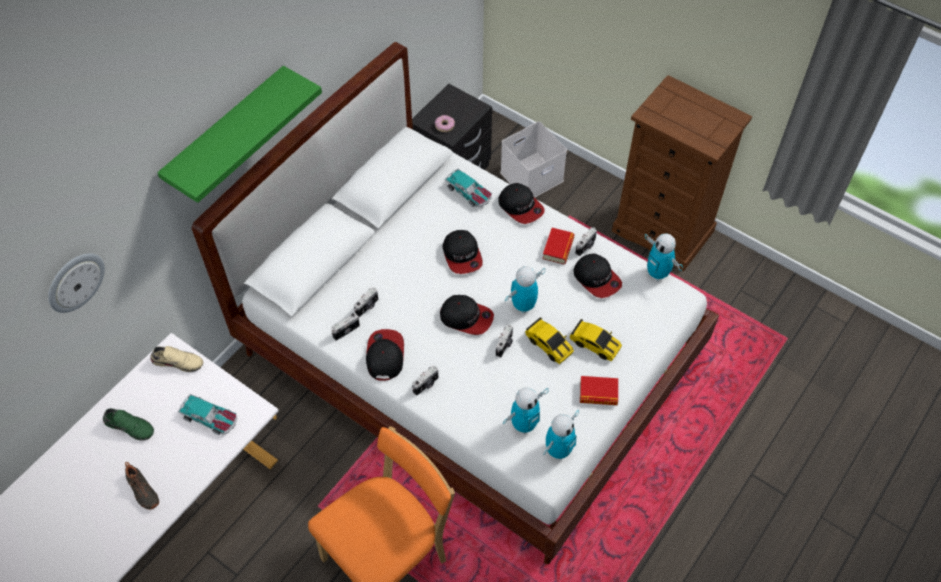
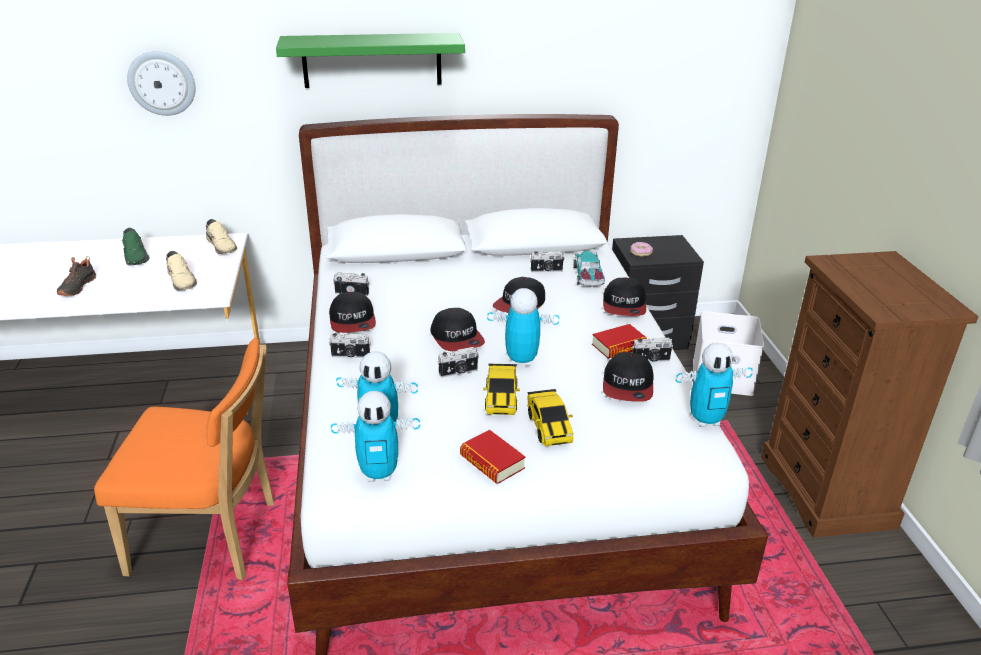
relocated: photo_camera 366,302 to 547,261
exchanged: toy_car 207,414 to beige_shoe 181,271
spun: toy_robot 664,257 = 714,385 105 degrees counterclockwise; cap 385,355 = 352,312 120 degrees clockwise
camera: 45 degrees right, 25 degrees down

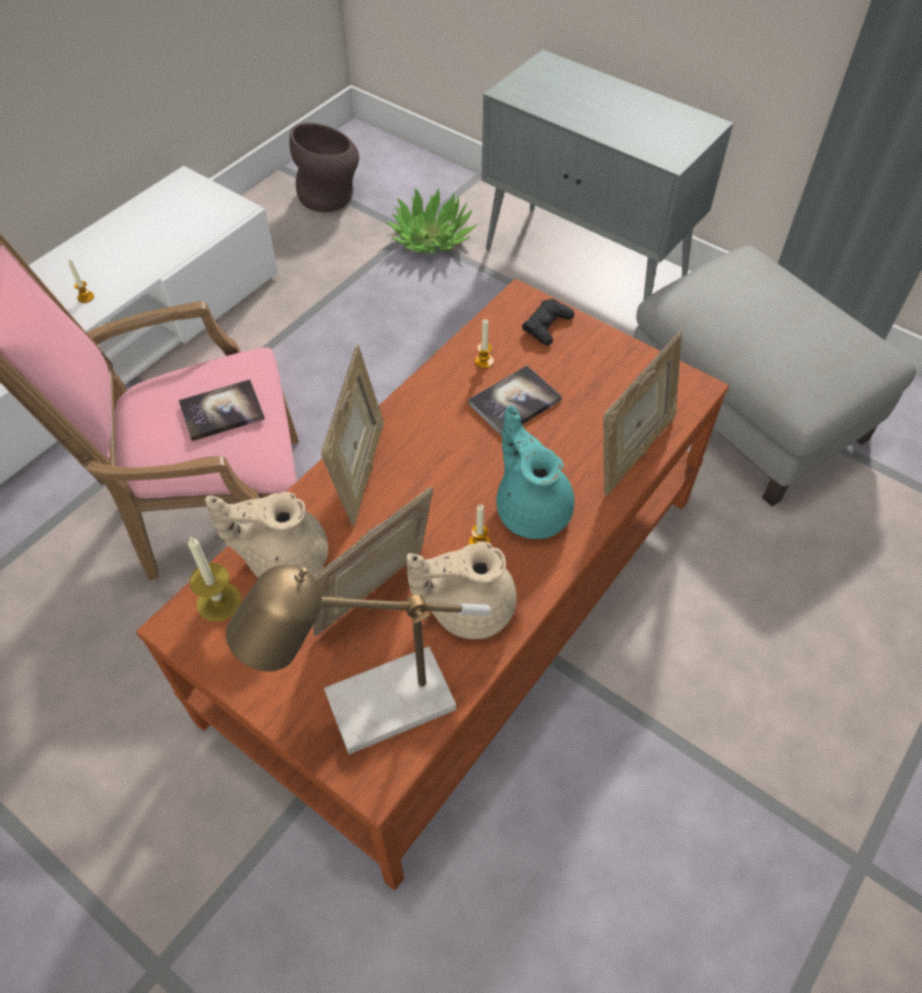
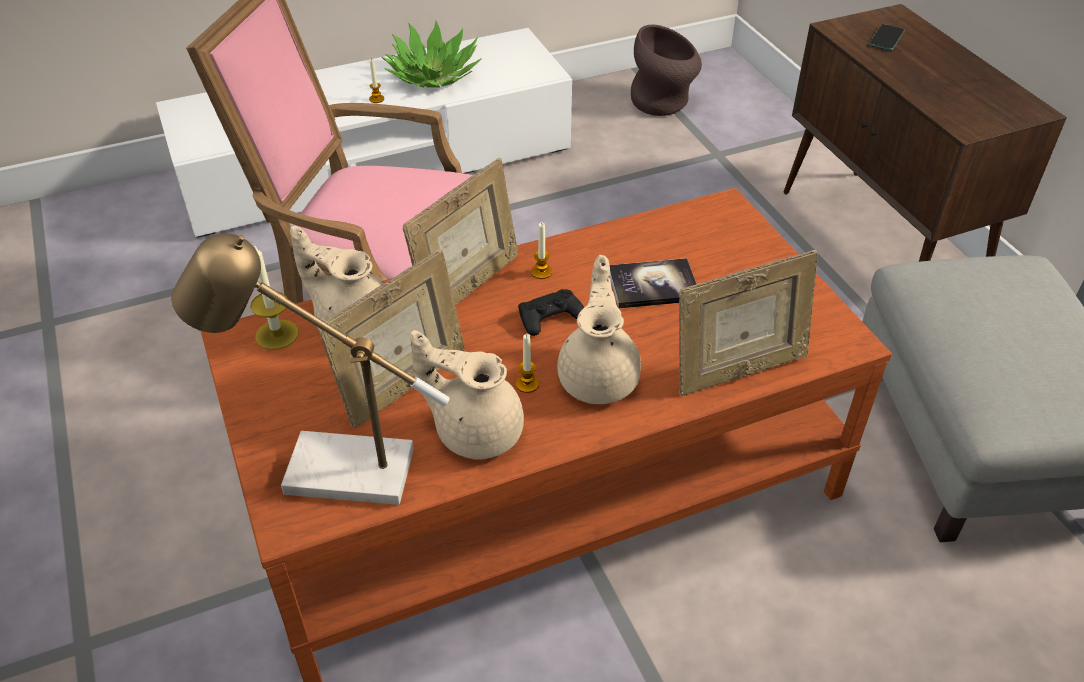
missing: book 221,410
appeared: phone 887,37
relocated: potted_plant 431,220 to 431,54; black_game_controller 548,322 to 551,312; candle 484,344 to 541,251
colour: grey_cabinet 607,175 to brown_cabinet 925,133; turquoise_teapot 535,472 to beige_teapot 599,329
spun: picture_frame 373,562 = 391,338 150 degrees clockwise
camera: 30 degrees right, 10 degrees down

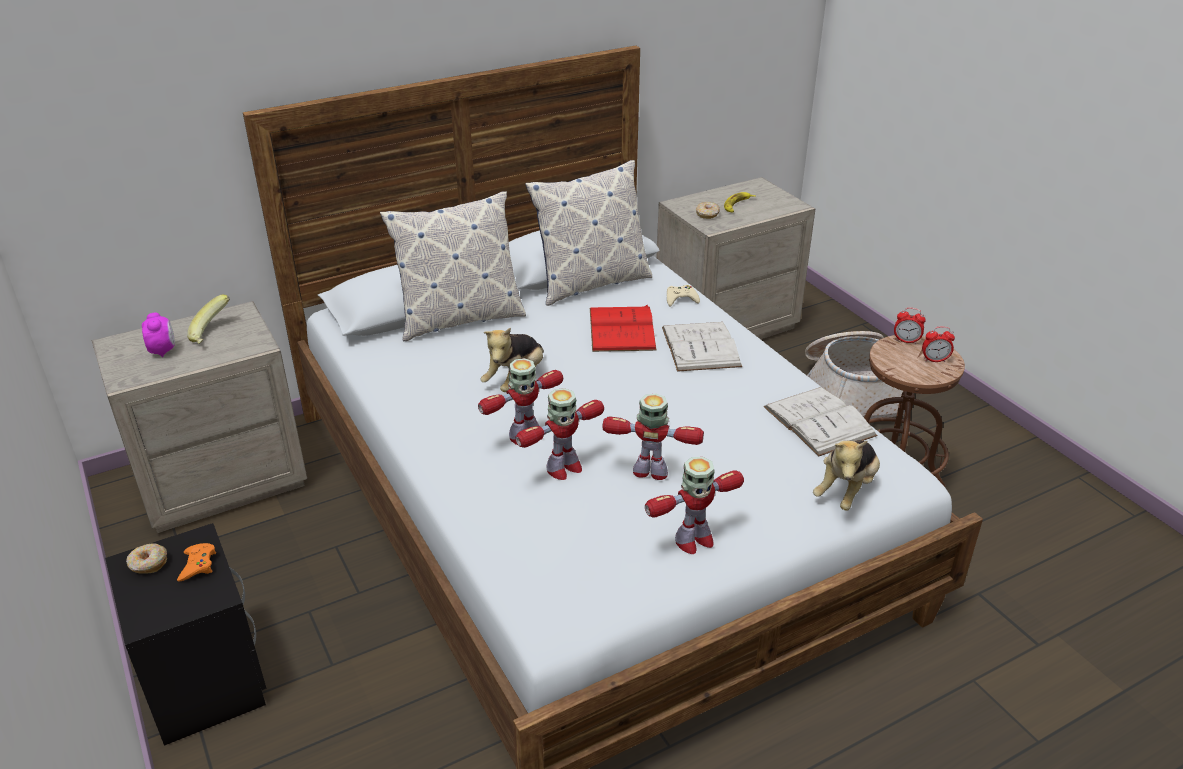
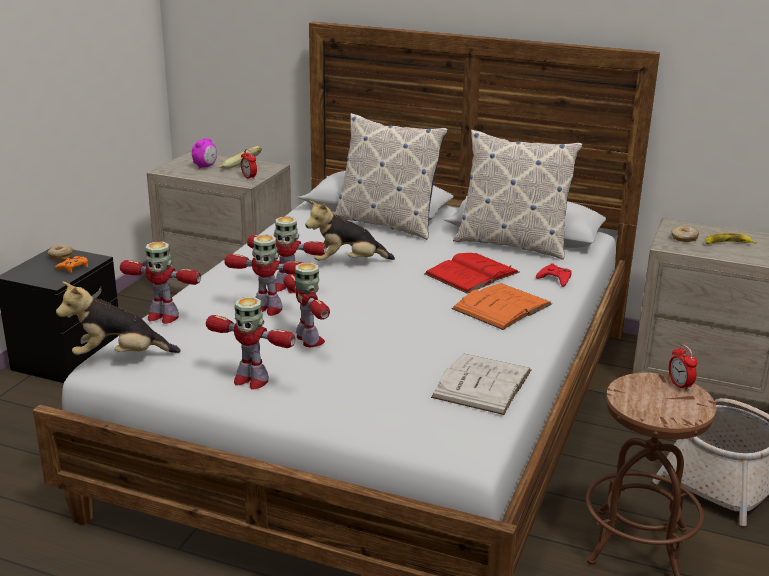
appeared: toy_robot 160,283
relocated: alarm_clock 938,344 to 249,164; plush_toy 846,475 to 118,318
colour: beige_game_controller 683,296 to red_game_controller 554,275; white_book 702,347 to orange_book 502,306
camera: 50 degrees right, 10 degrees down

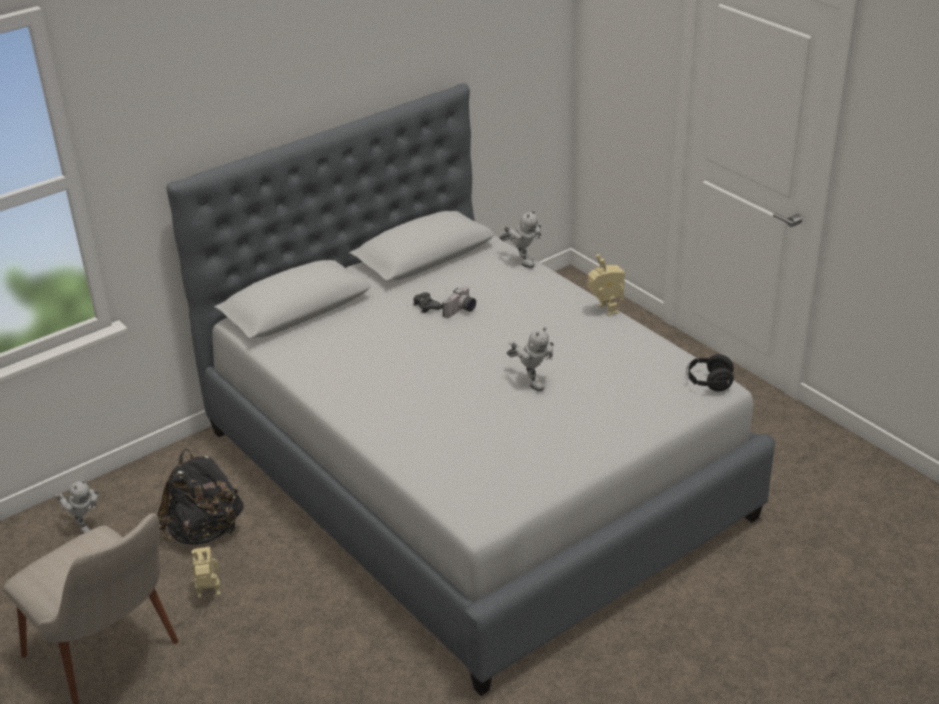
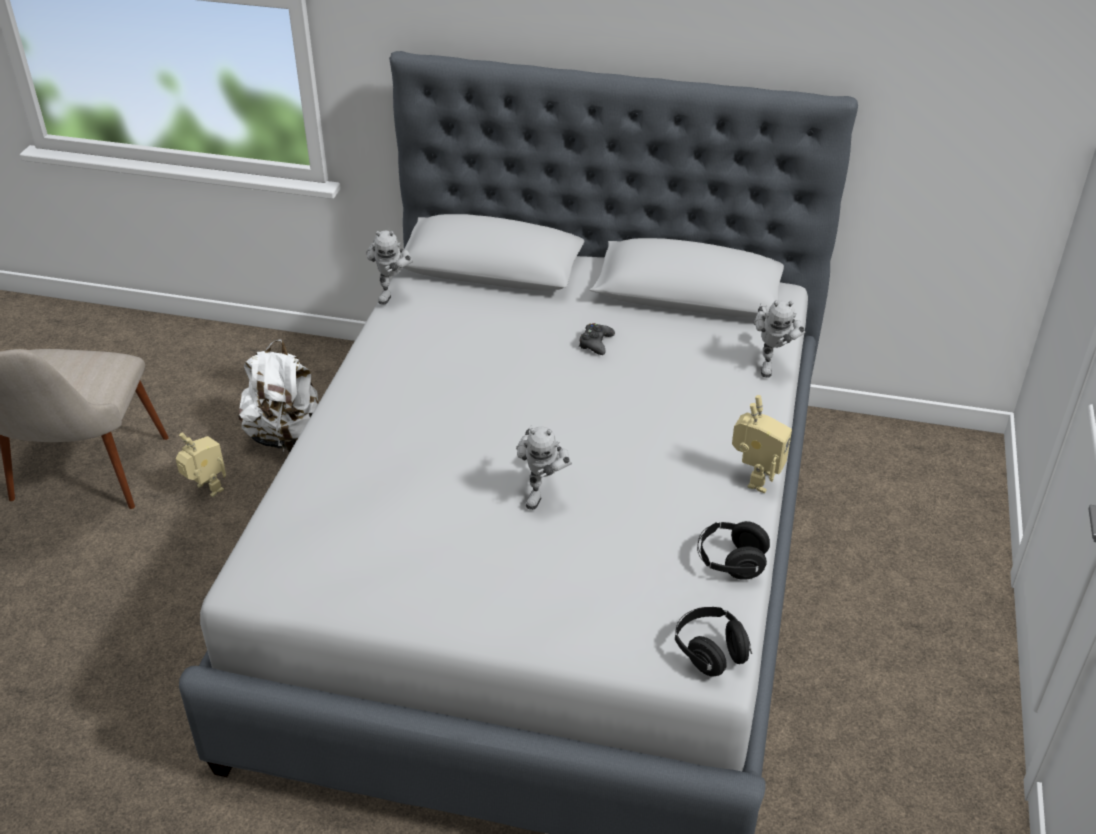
missing: photo_camera 459,302
appeared: black_headphones 733,550
relocated: toy_robot 77,506 to 389,267
colour: black_backpack 200,497 to white_backpack 278,396
camera: 50 degrees right, 5 degrees up

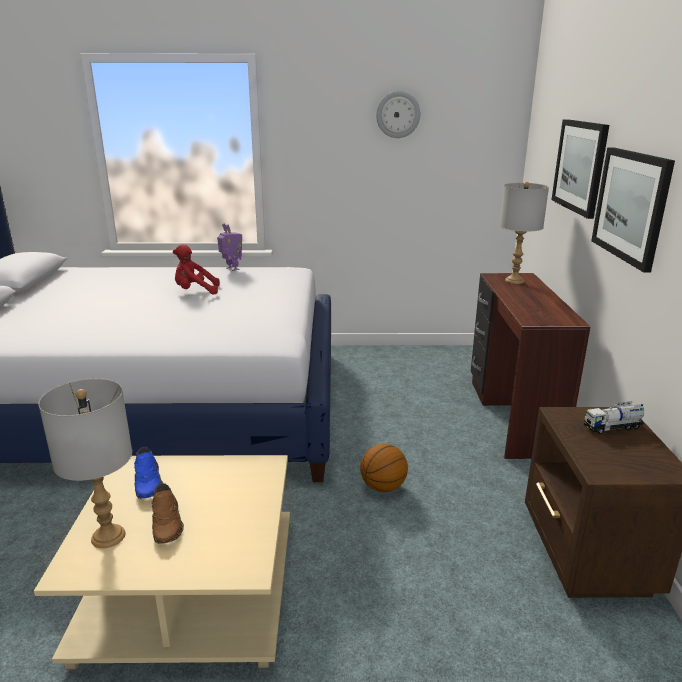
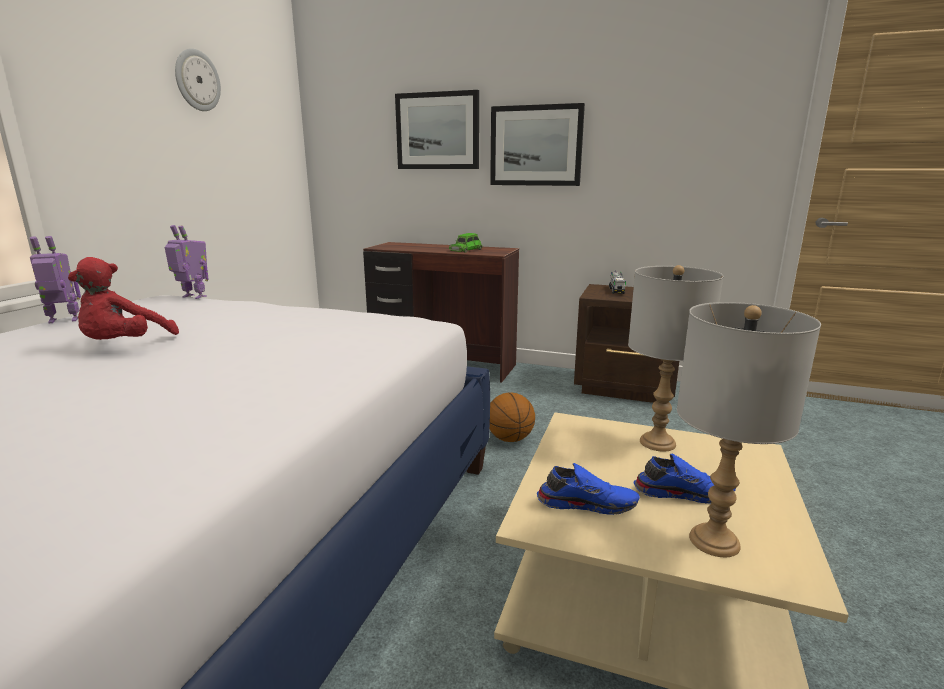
appeared: toy_robot 186,262; green_toy_car 465,243
relocated: grey_table_lamp 524,233 to 676,358
colour: brown_shoe 167,513 to blue_shoe 685,479
camera: 70 degrees left, 5 degrees down

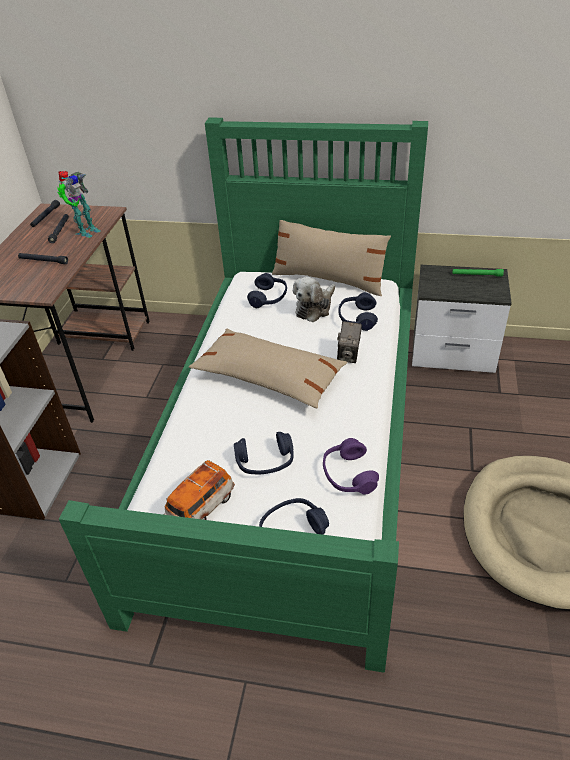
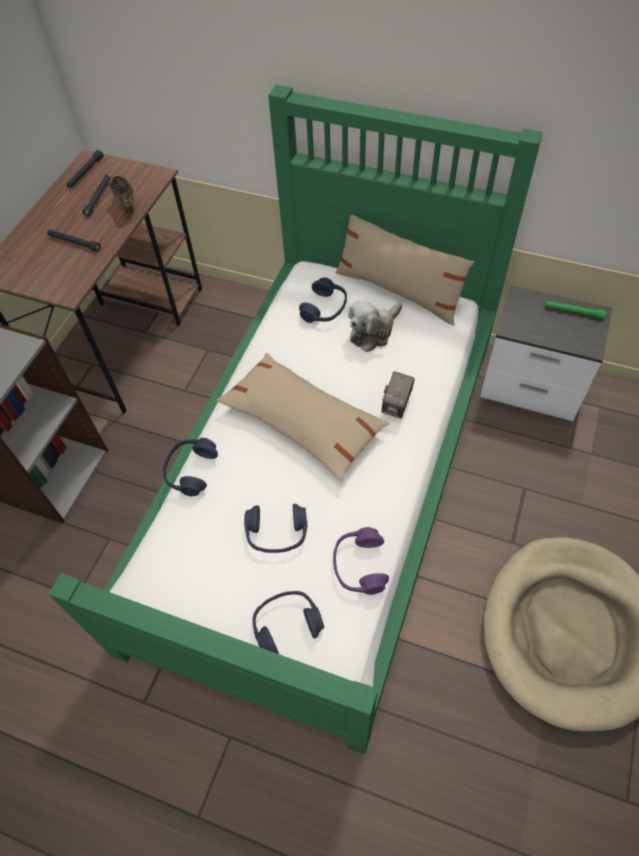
missing: toy_car 199,490
relocated: blue_headphones 358,311 to 190,467
exchanged: toy_robot 79,204 to brown_shoe 121,195
camera: 10 degrees right, 15 degrees up

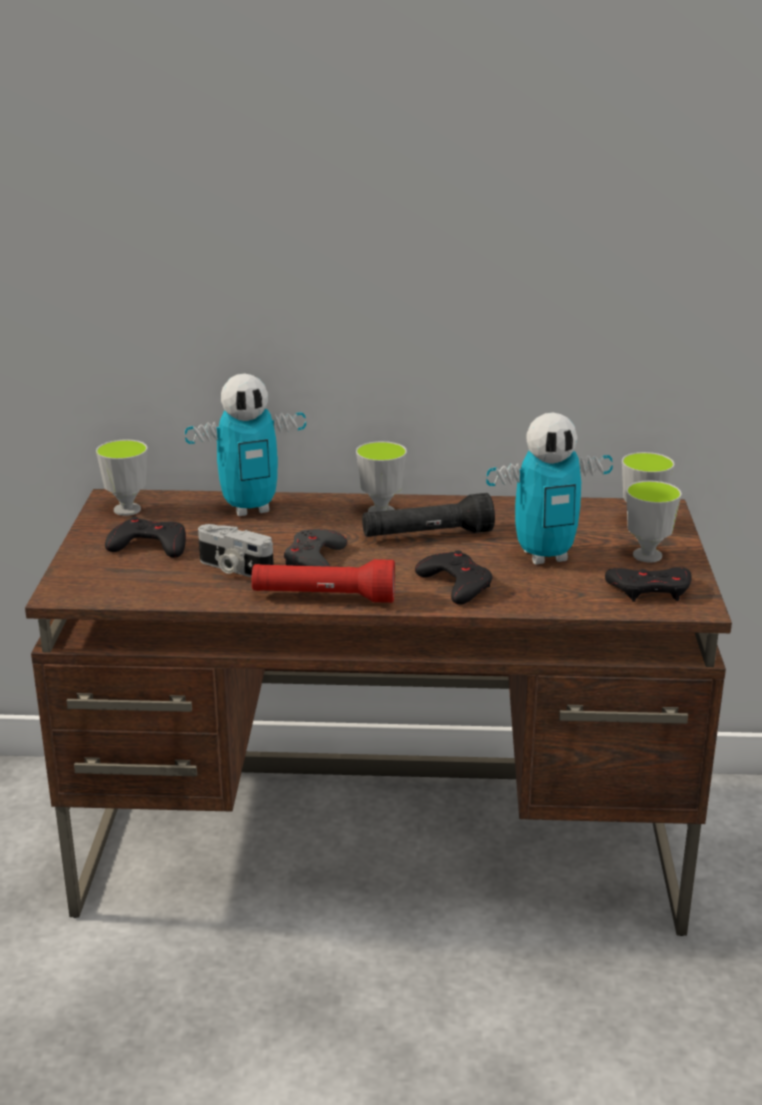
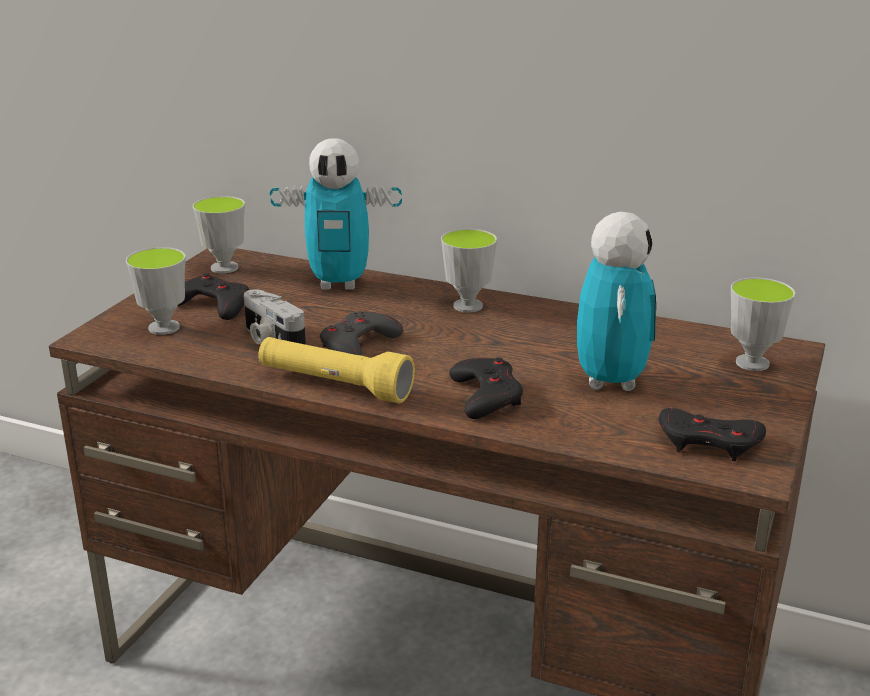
missing: black_flashlight 428,515
relocated: cup 654,521 to 156,291
colour: red_flashlight 323,581 to yellow_flashlight 336,370
spun: toy_robot 549,488 = 617,301 90 degrees counterclockwise
camera: 20 degrees right, 0 degrees up

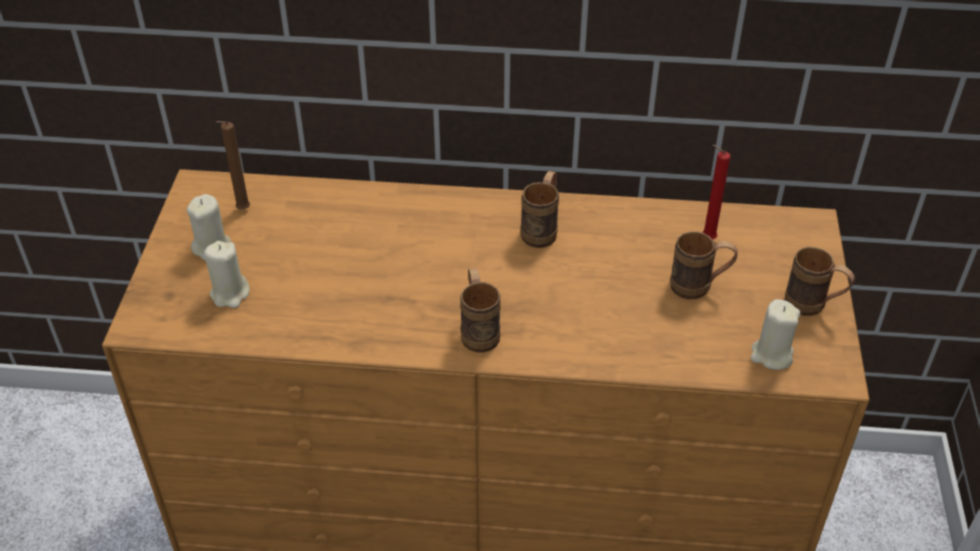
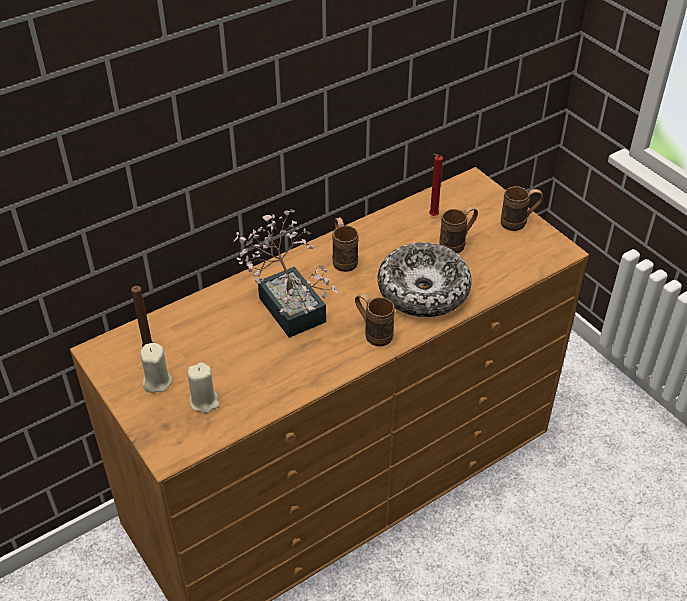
missing: beige_candle 776,334
appeared: potted_plant 286,274; bowl 425,279
camera: 40 degrees left, 0 degrees up

